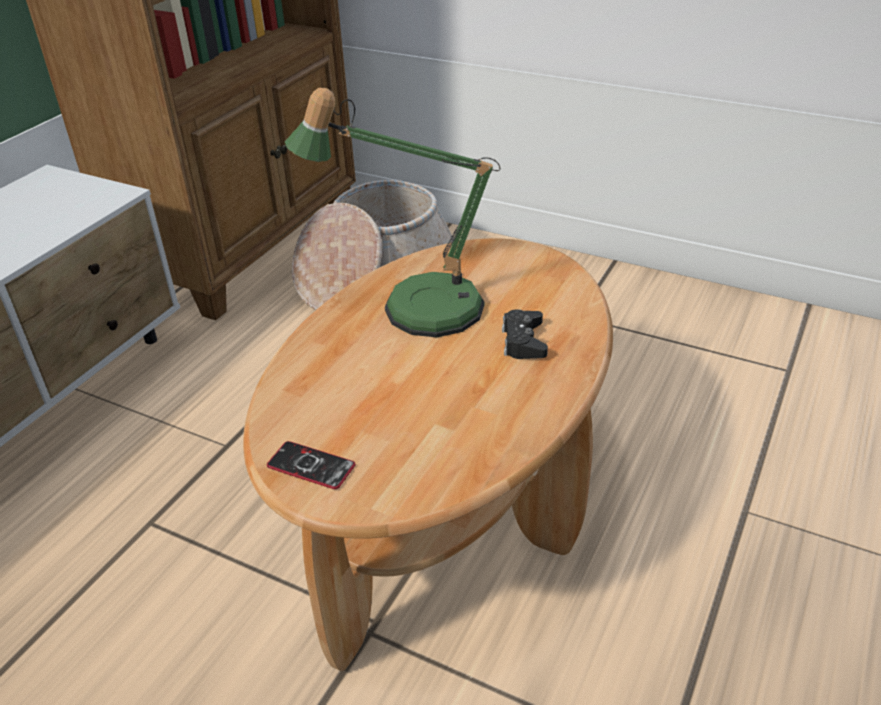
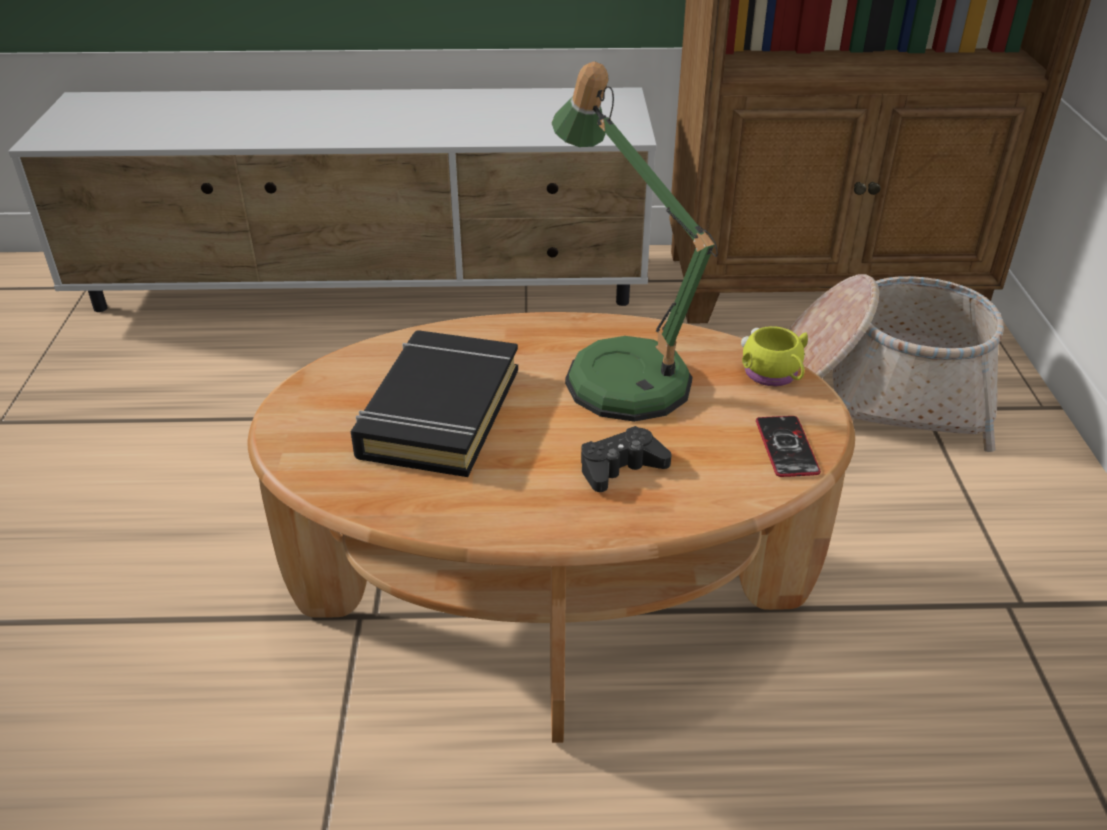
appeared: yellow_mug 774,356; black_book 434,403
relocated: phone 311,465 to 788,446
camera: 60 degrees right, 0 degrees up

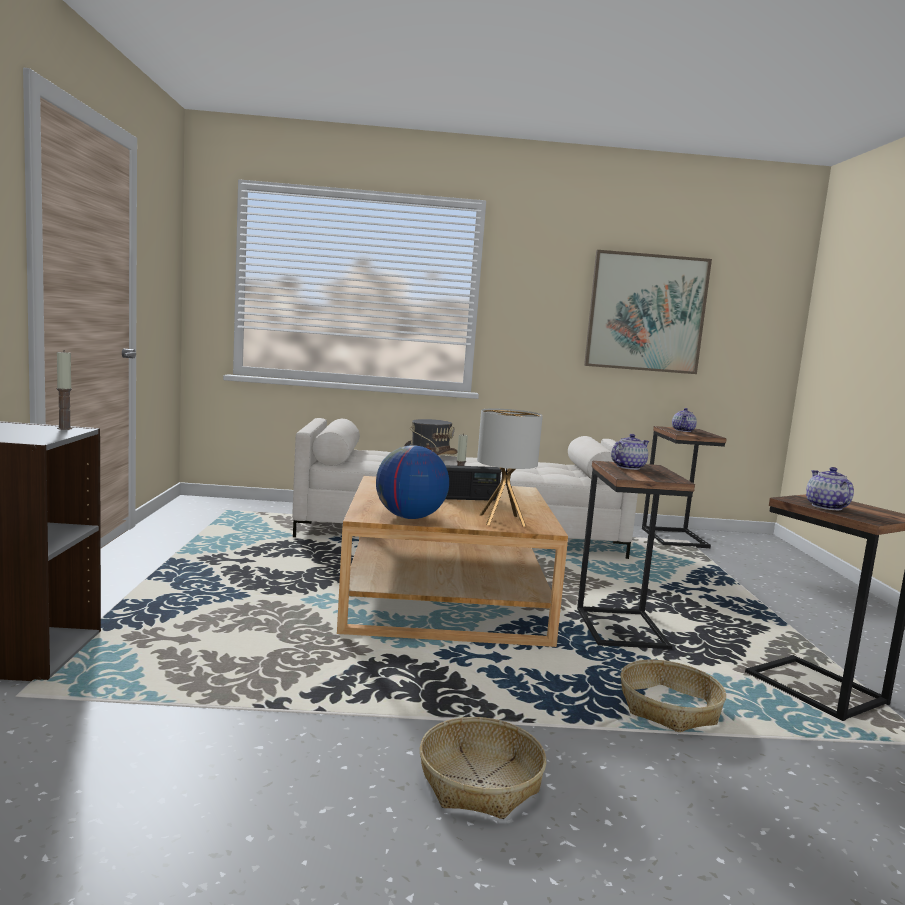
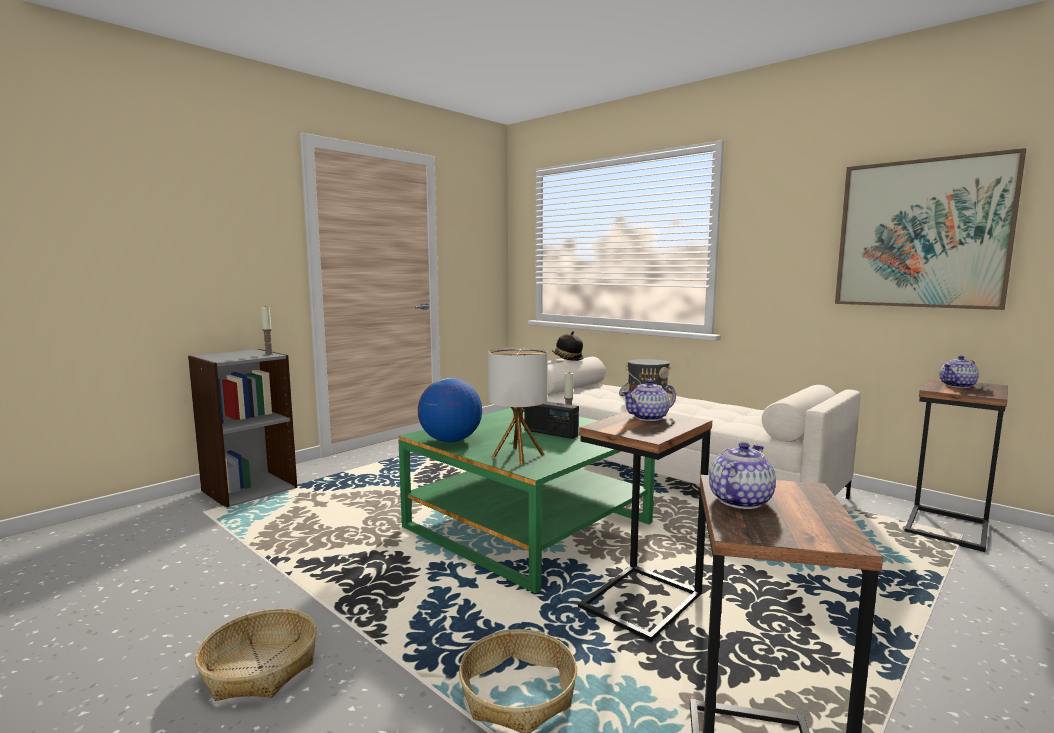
appeared: hat 568,346
colour: beige_coffee_table 452,561 to green_coffee_table 526,500
spun: teapot 630,452 = 649,400 150 degrees clockwise
camera: 45 degrees right, 0 degrees up

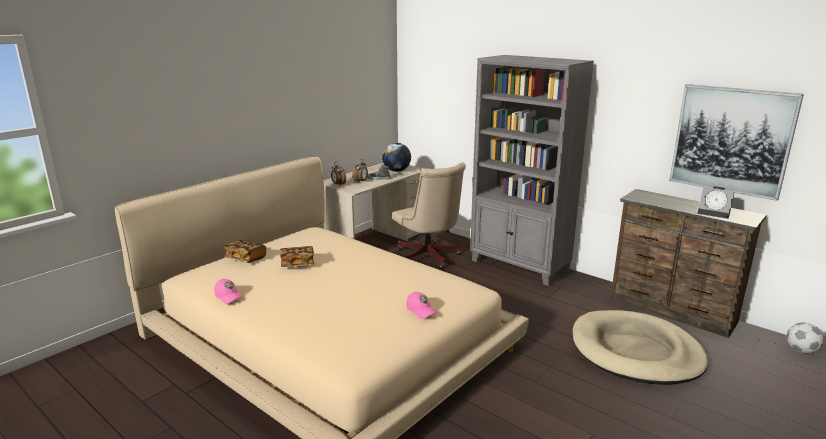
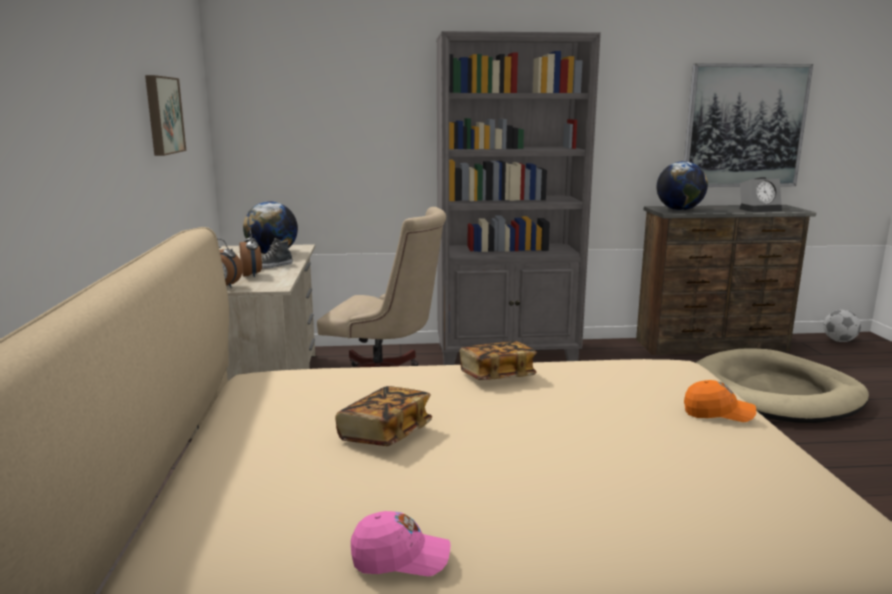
appeared: picture 165,115; globe 682,185
relocated: book 245,251 to 498,360
colour: pink_cap 421,305 to orange_cap 720,401
camera: 45 degrees left, 5 degrees down

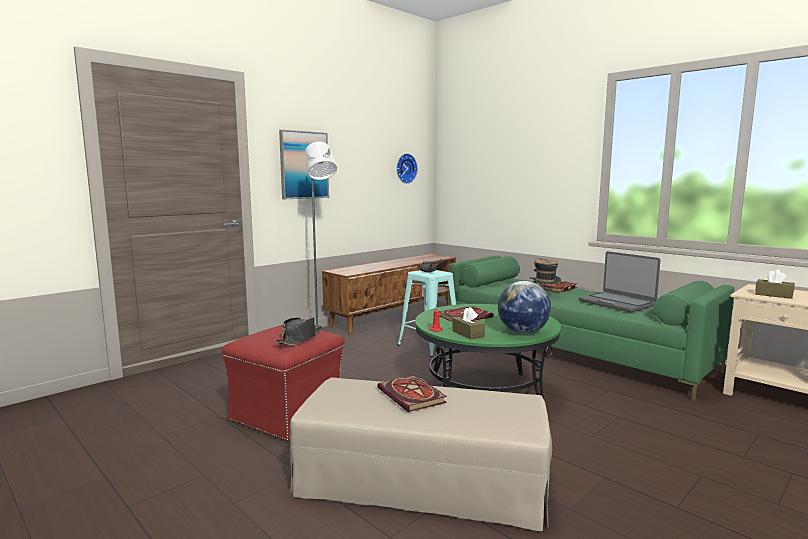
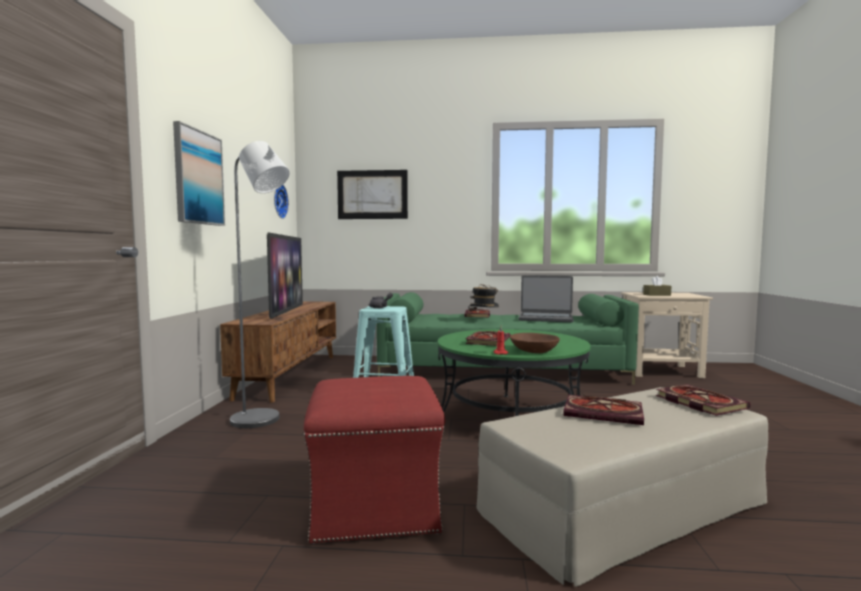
missing: globe 524,307; black_hat 298,331
appeared: picture 372,194; television 285,275; book 703,400
exchanged: brown_tissue_box 468,323 to brown_bowl 535,343
camera: 40 degrees left, 5 degrees down

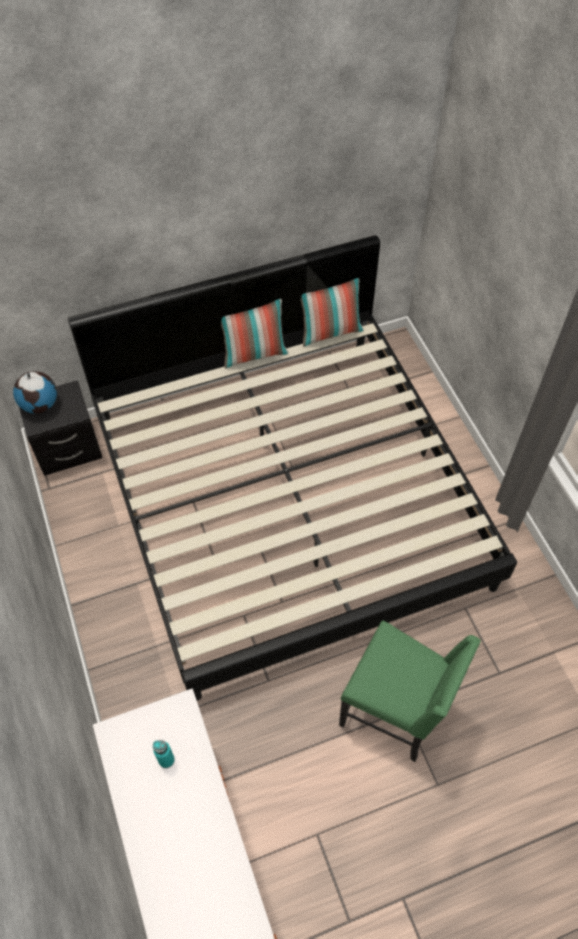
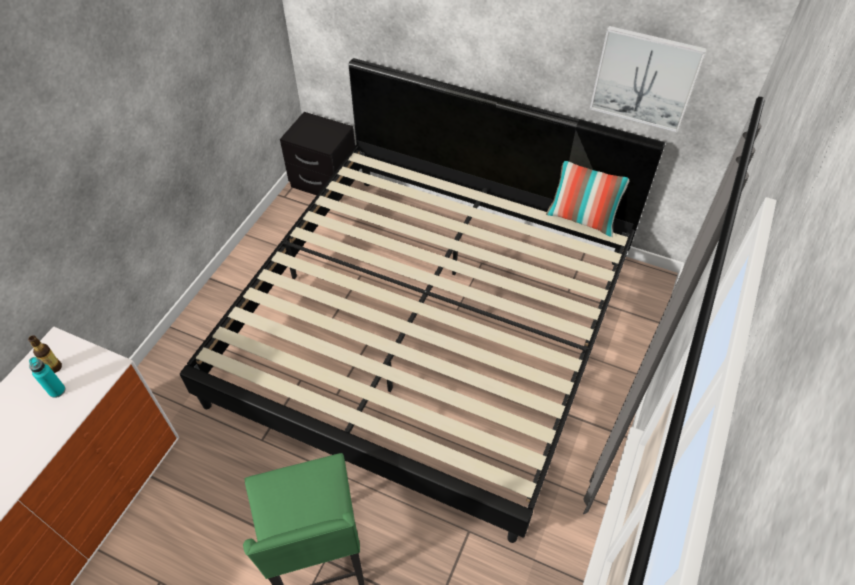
missing: pillow 255,333; globe 35,392
appeared: picture 648,79; bottle 45,354
camera: 45 degrees right, 5 degrees down

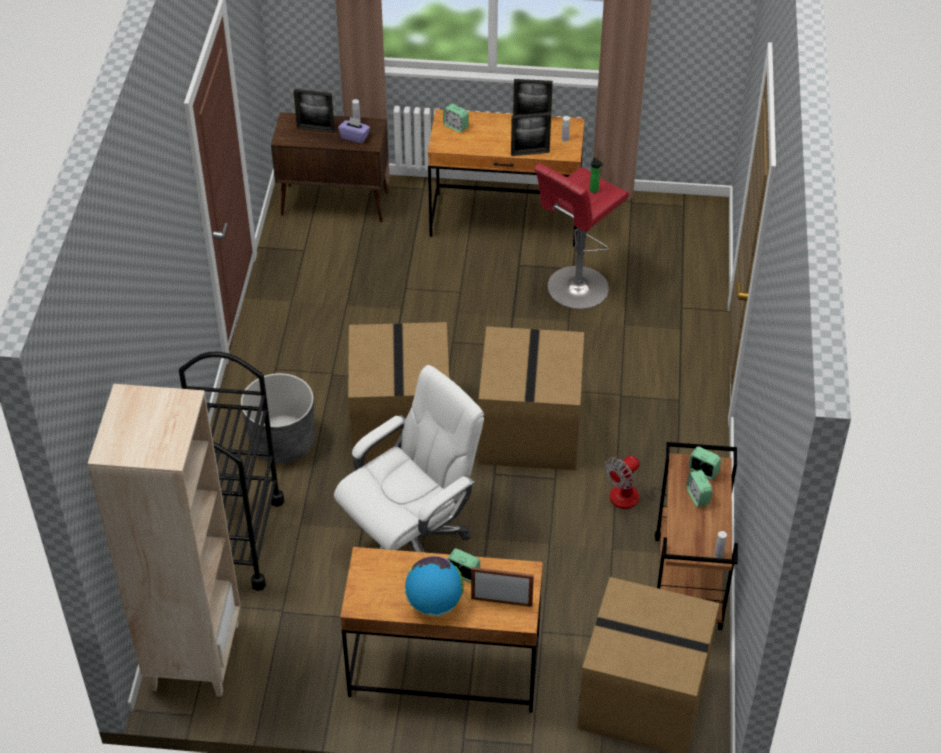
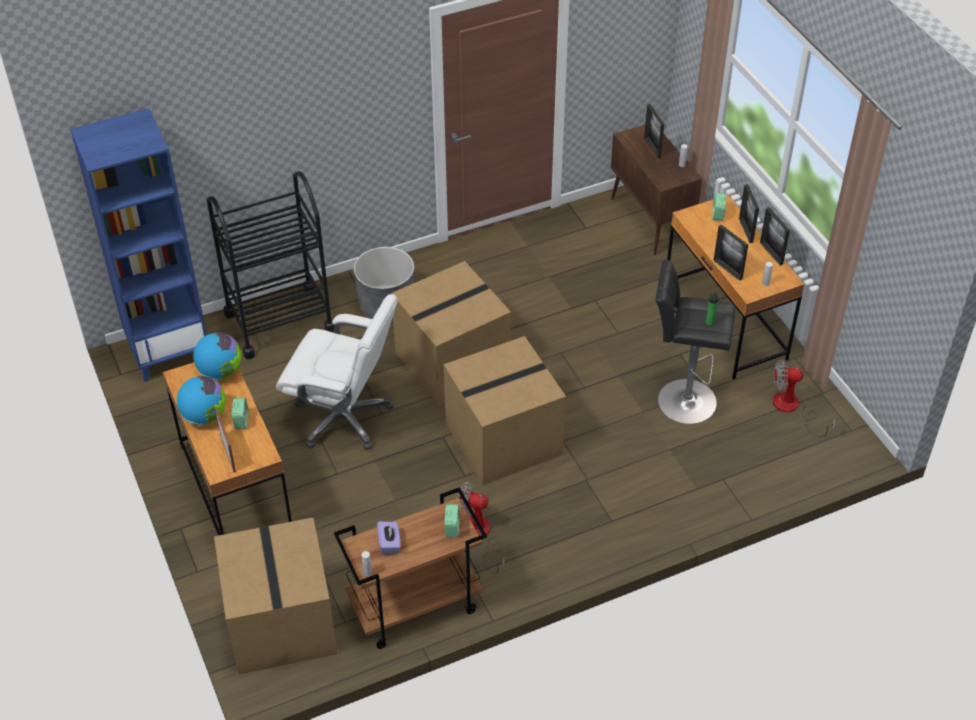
missing: alarm_clock 699,488
appeared: picture_frame 749,213; globe 217,356; fan 804,398
relocated: purple_tissue_box 354,130 to 389,538
colour: red_stool 581,236 to black_stool 695,342; beige_bookcase 164,540 to blue_bookcase 138,245
camera: 60 degrees right, 0 degrees up

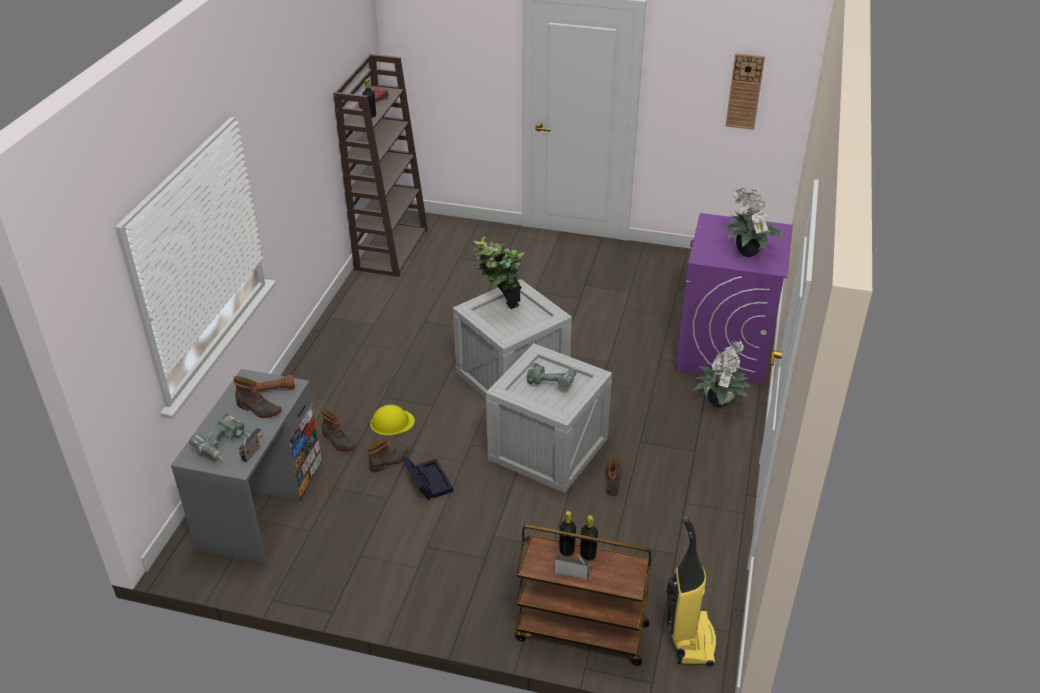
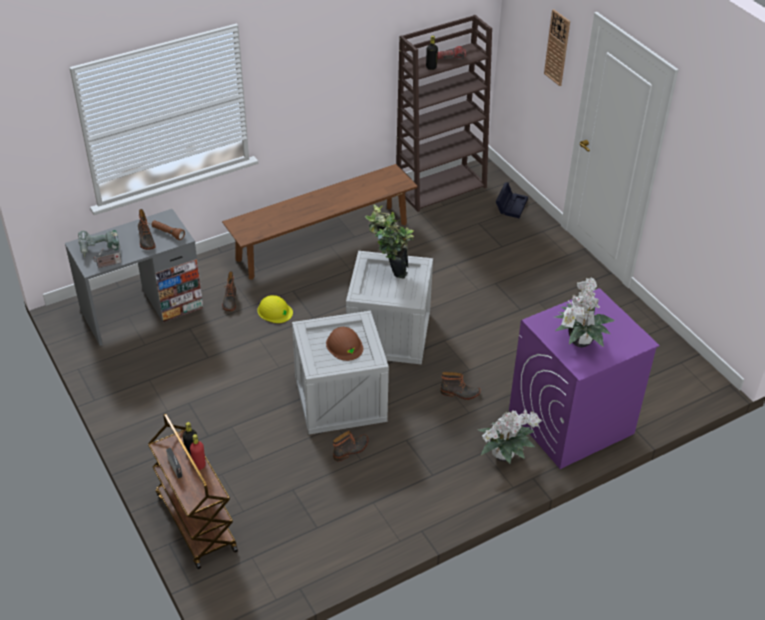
missing: vacuum_cleaner 691,591
appeared: brown_bench 320,222
relocated: wall_clock 745,91 to 557,47; boot 388,455 to 461,386; black_storage_box 427,478 to 512,200
exchanged: power_drill 552,375 to brown_hard_hat 344,344
colour: black_bottle 589,537 to red_bottle 198,452
camera: 45 degrees right, 5 degrees up

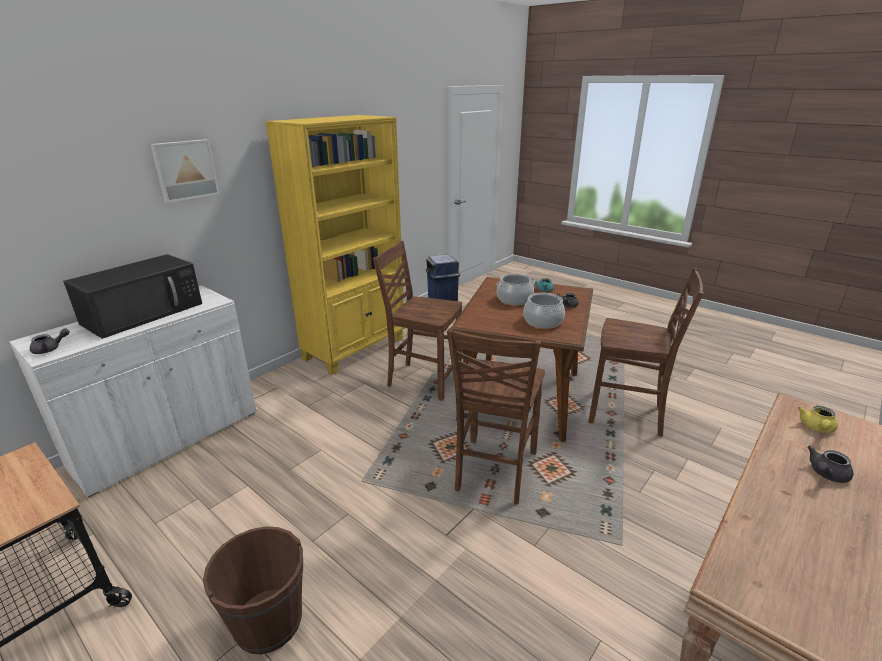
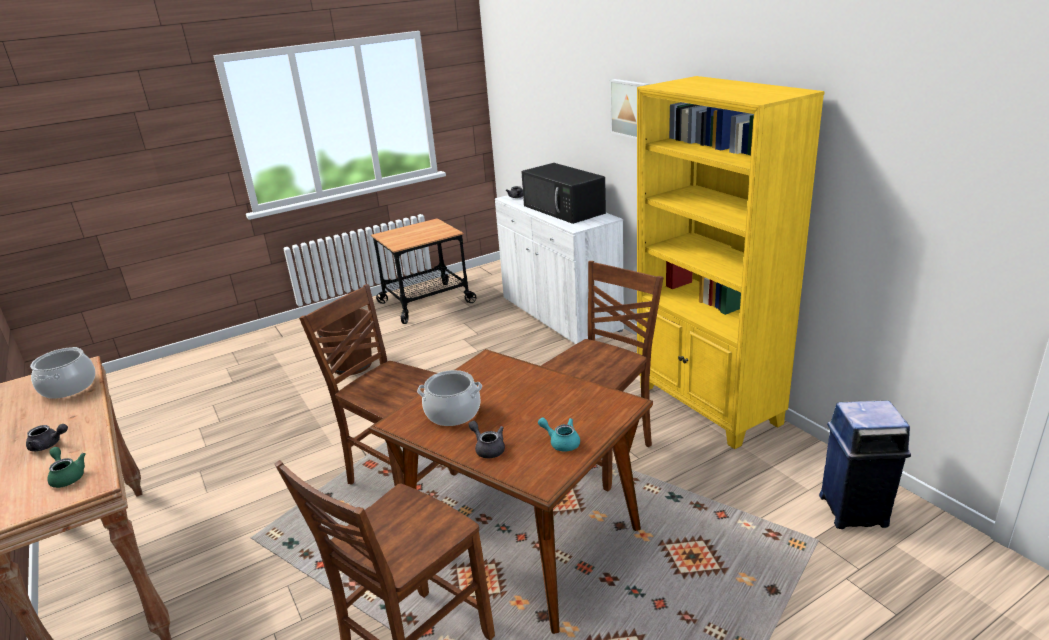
relocated: cooking_pot 515,289 to 62,373
colour: yellow_teapot 818,419 to green_teapot 67,467
spun: grey_teapot 830,464 = 47,437 105 degrees clockwise
camera: 110 degrees right, 0 degrees up

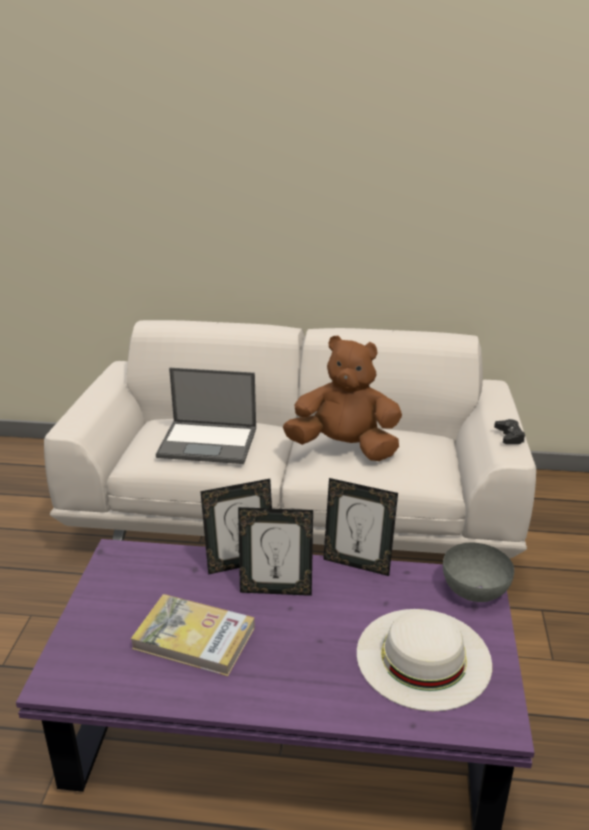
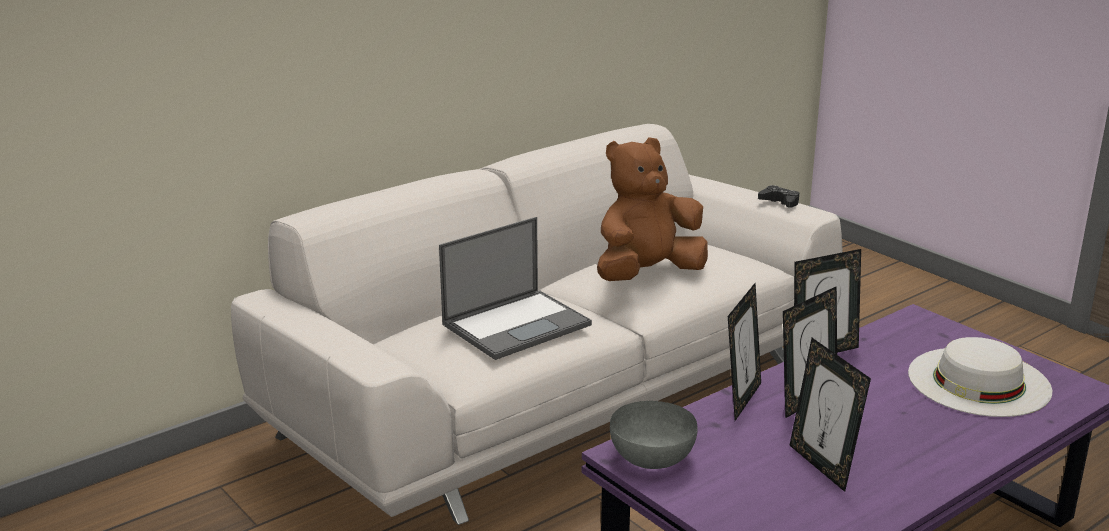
relocated: grey_bowl 478,572 to 654,435
exchanged: book 193,635 to picture_frame 830,415
camera: 45 degrees left, 5 degrees down

